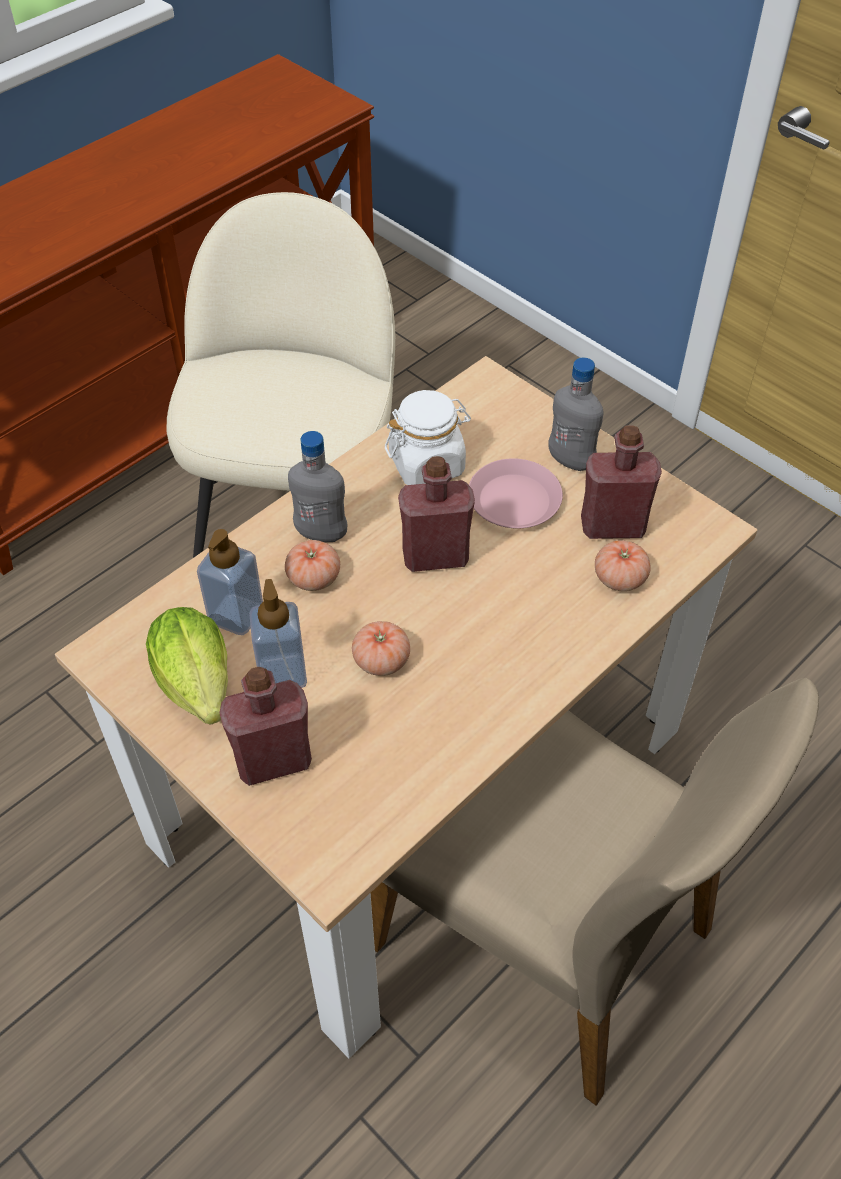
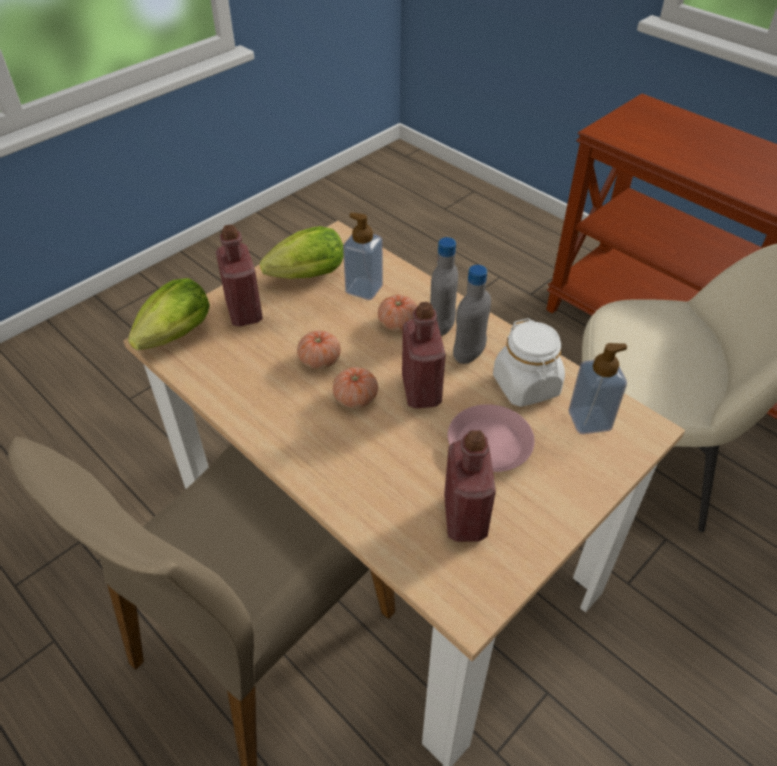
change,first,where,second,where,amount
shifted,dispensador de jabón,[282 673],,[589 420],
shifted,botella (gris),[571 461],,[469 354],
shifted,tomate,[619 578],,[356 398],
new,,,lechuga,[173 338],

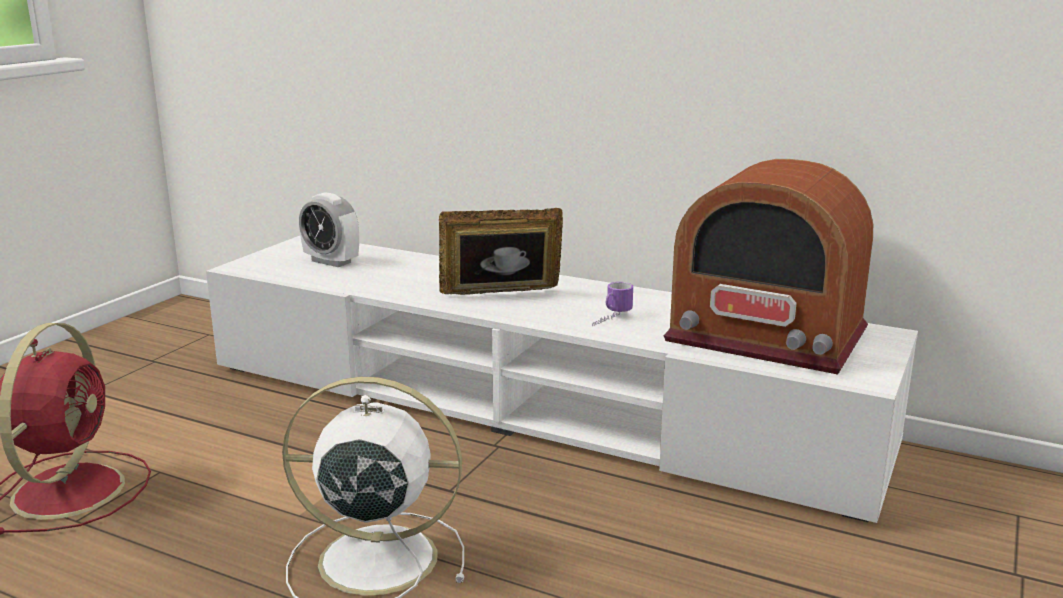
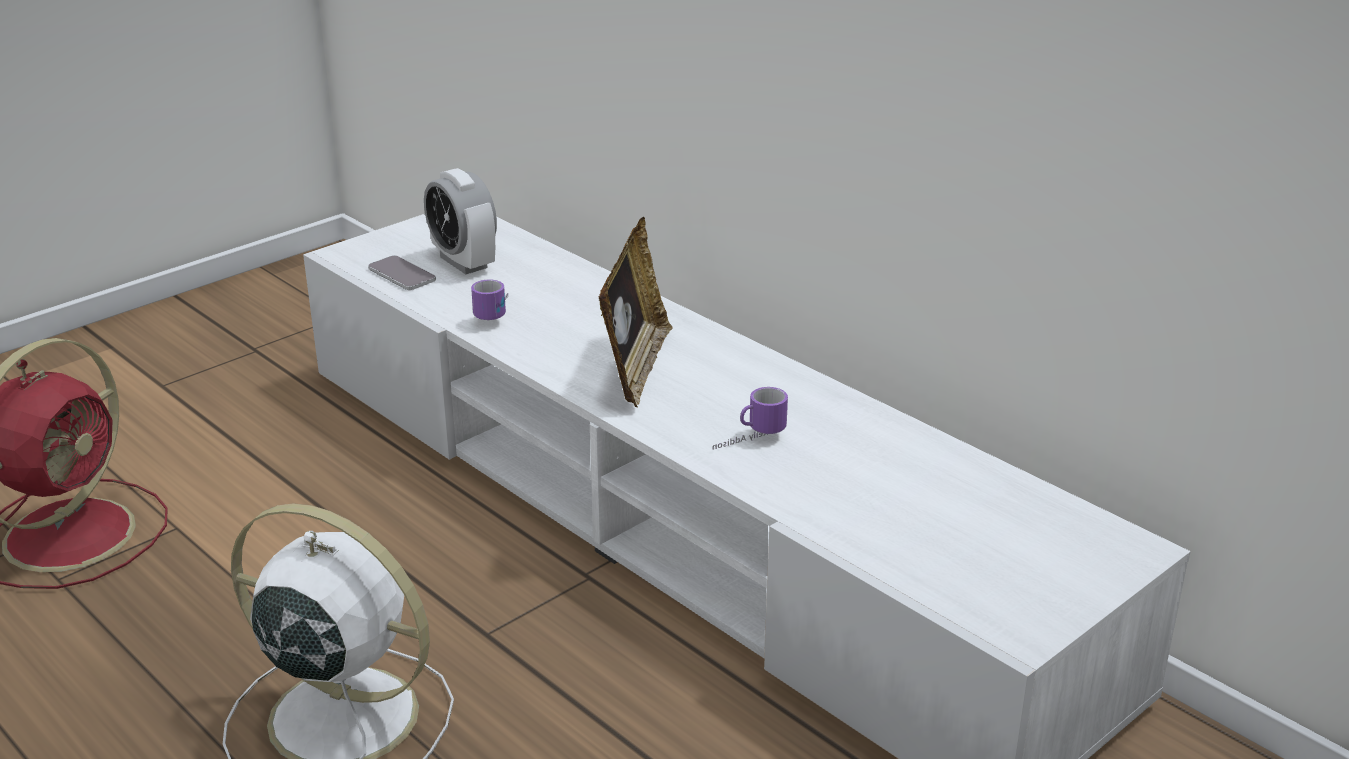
change,first,where,second,where,amount
rotated,portarretratos,[501 296],,[635 368],90 degrees clockwise
gone,radio,[766 336],,,
new,,,móvil,[402 274],
new,,,taza grande,[497 313],

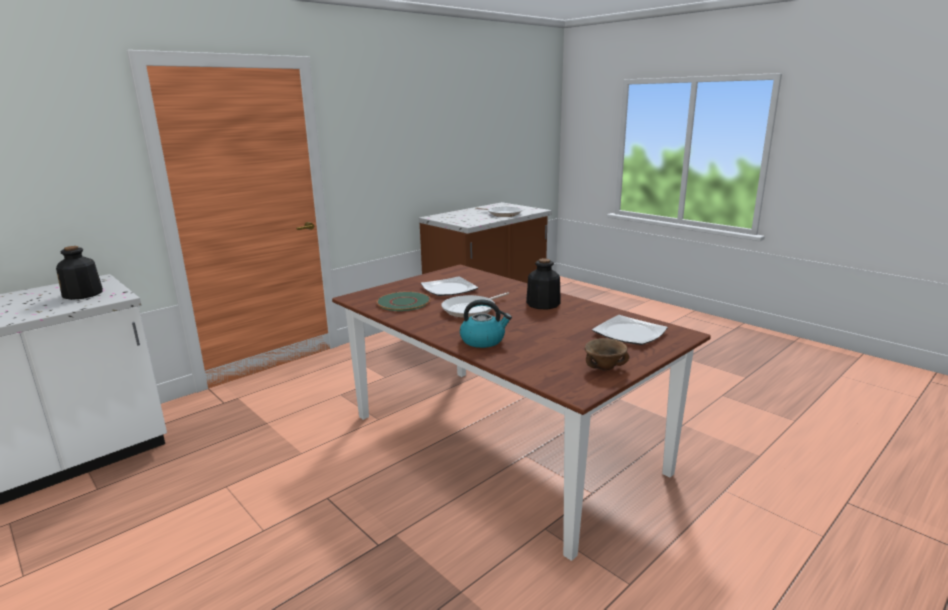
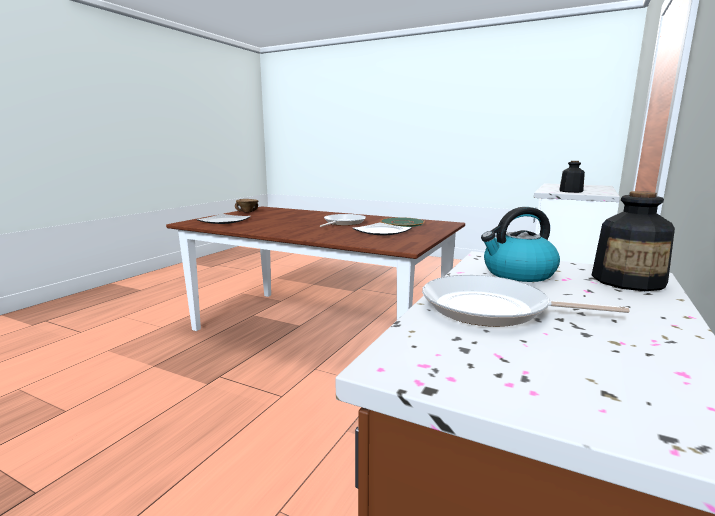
change,first,where,second,where,amount
shifted,hervidor,[483 340],,[518 274],
shifted,botella,[542 304],,[628 281],

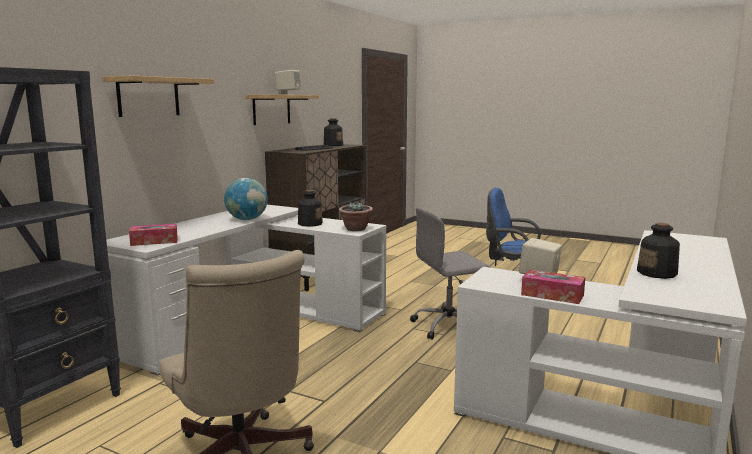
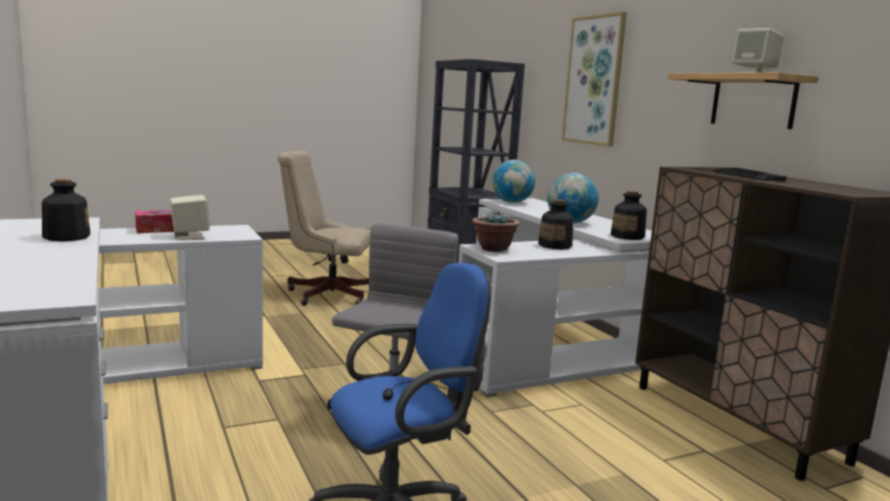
change,first,where,second,where,amount
swapped,estante,[148 97],cuadro,[594 80],
swapped,caja de pañuelos,[154 241],globo terráqueo,[512 202],
shifted,botella,[333 145],,[627 236],

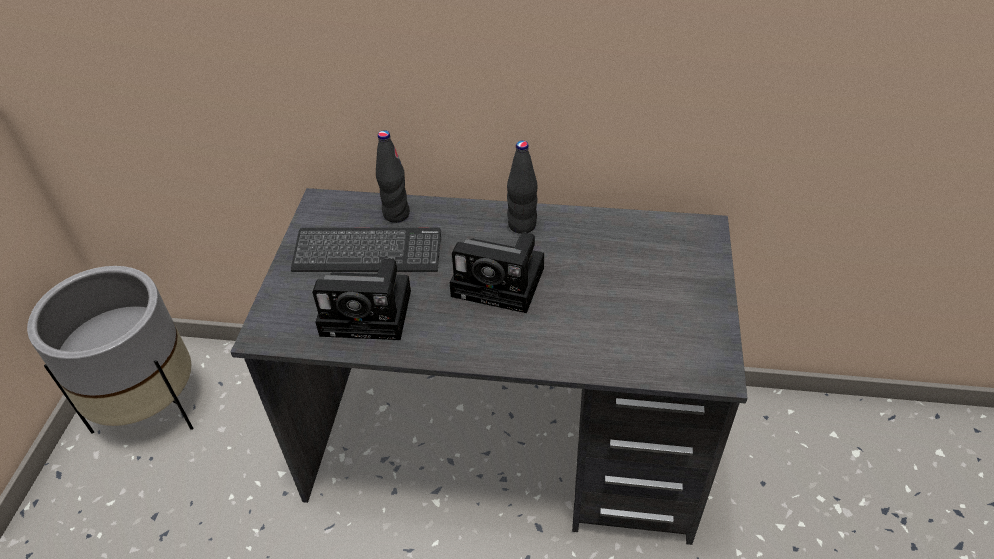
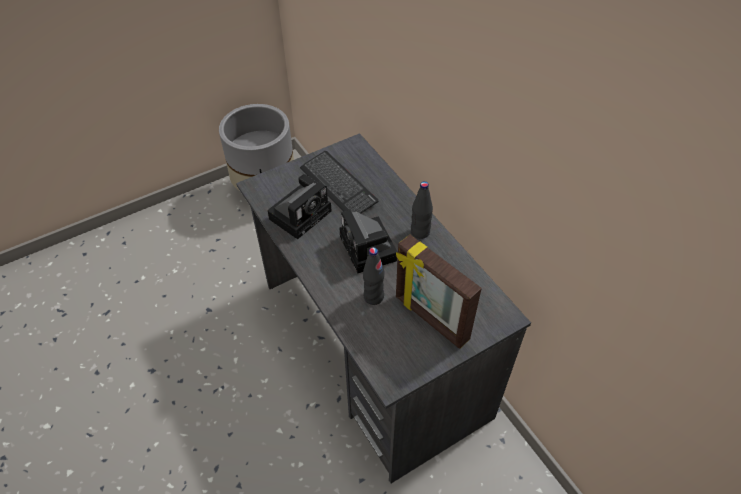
change,first,where,second,where,amount
rotated,cámara,[370 312],,[301 213],105 degrees counterclockwise
shifted,botella (negro),[396 214],,[373 297],
new,,,portarretratos,[430 319],

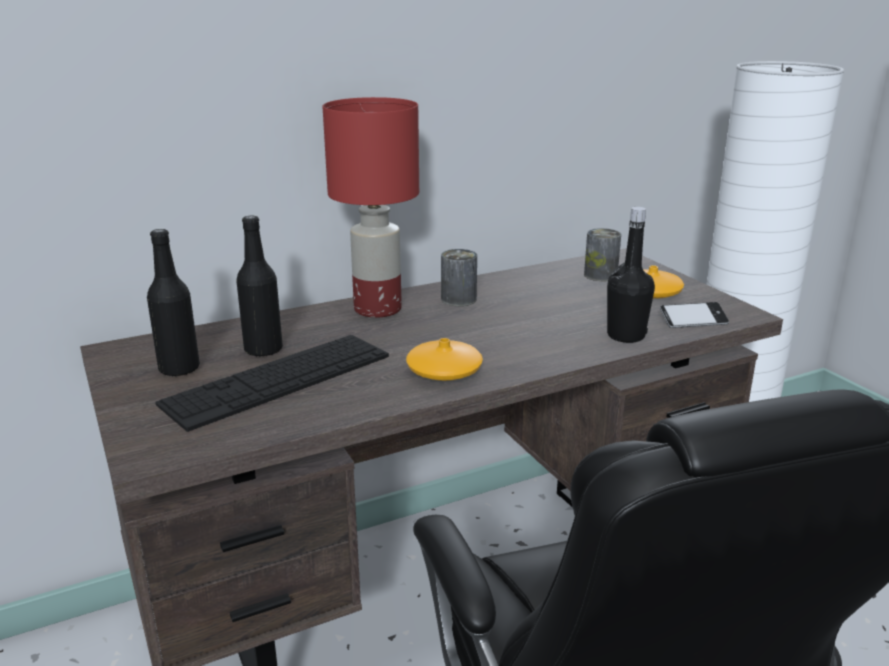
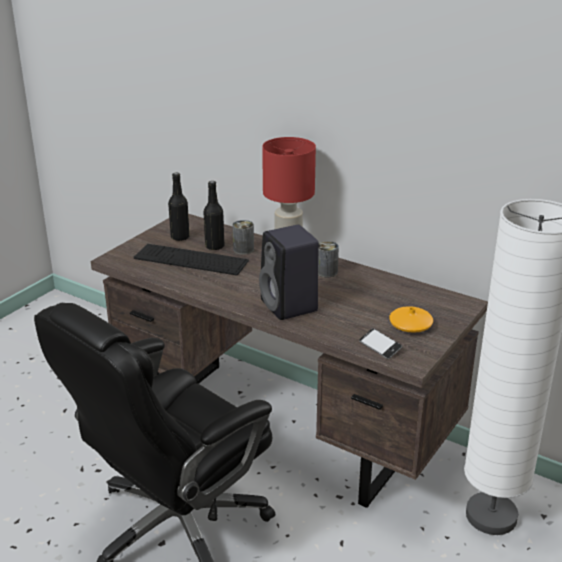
change,first,where,second,where,amount
gone,florero (naranja),[444 371],,,
shifted,lata,[600 275],,[243 249],
gone,botella (negro),[625 336],,,
new,,,altavoz (negro),[290 306],

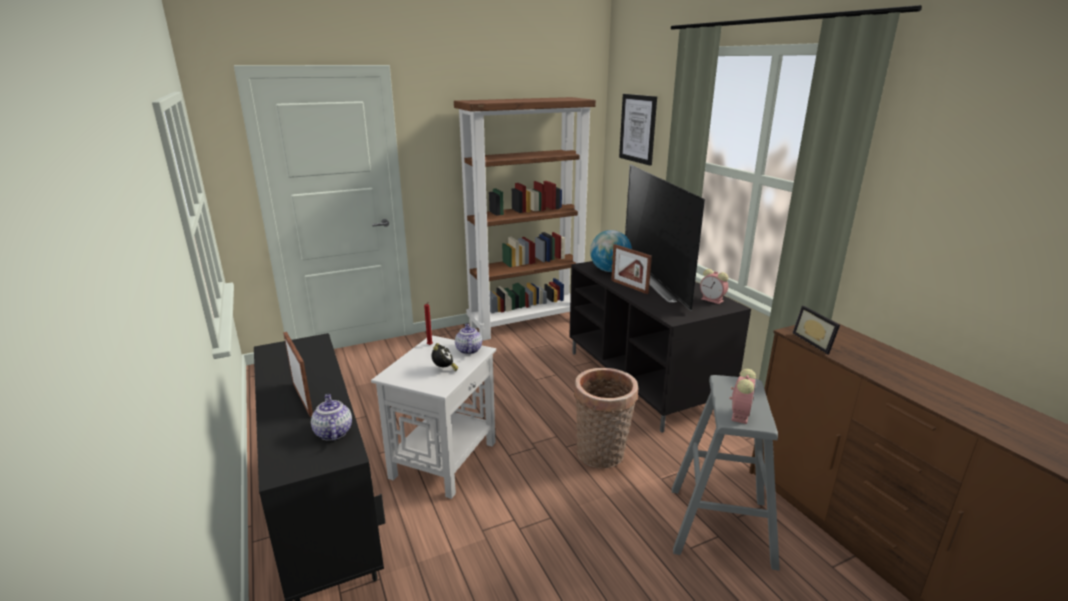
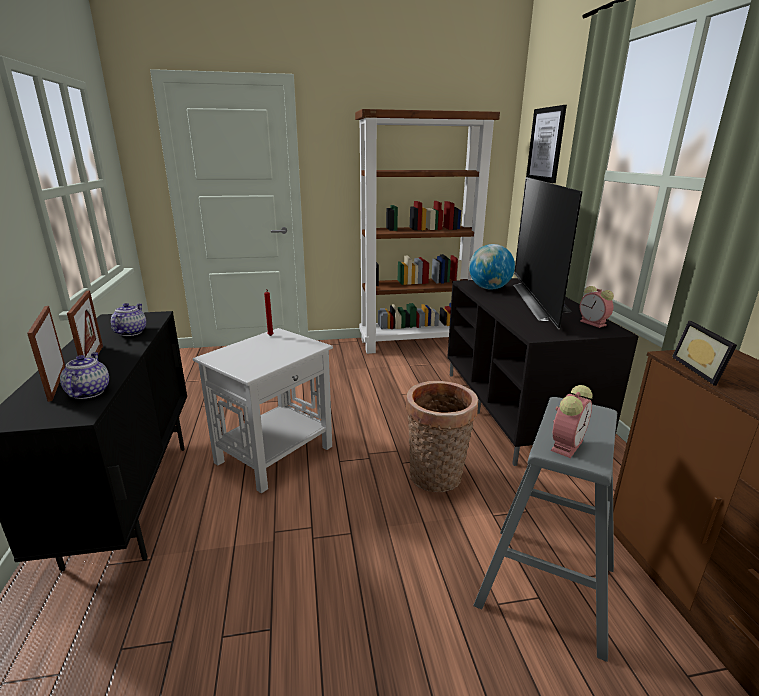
change,first,where,second,where,amount
gone,despertador,[444 369],,,
shifted,tetera,[468 350],,[131 332],
shifted,portarretratos,[629 287],,[57 382],

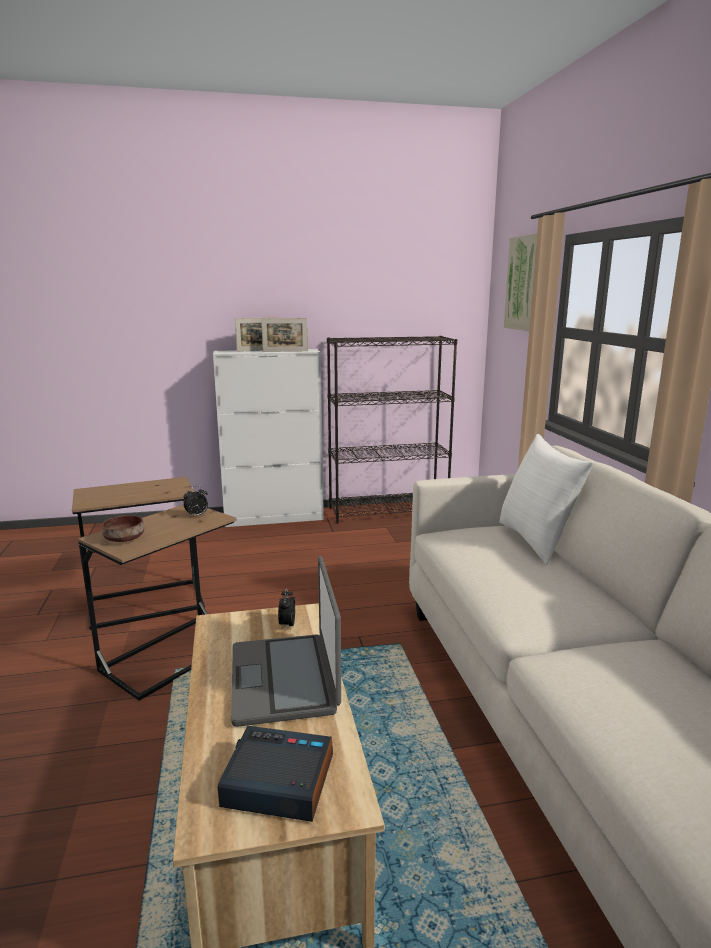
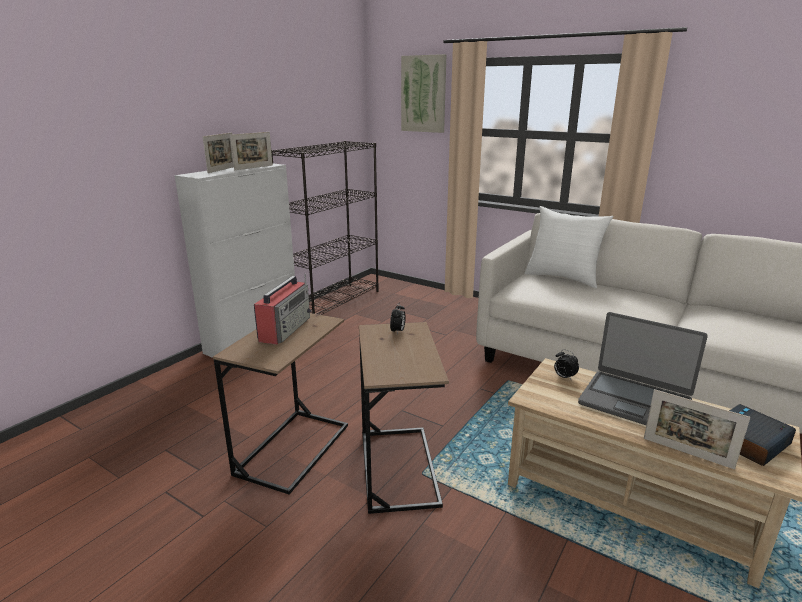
change,first,where,second,where,amount
gone,cuenco (marrón),[124 539],,,
new,,,radio,[285 328],
new,,,portarretratos,[687 453],

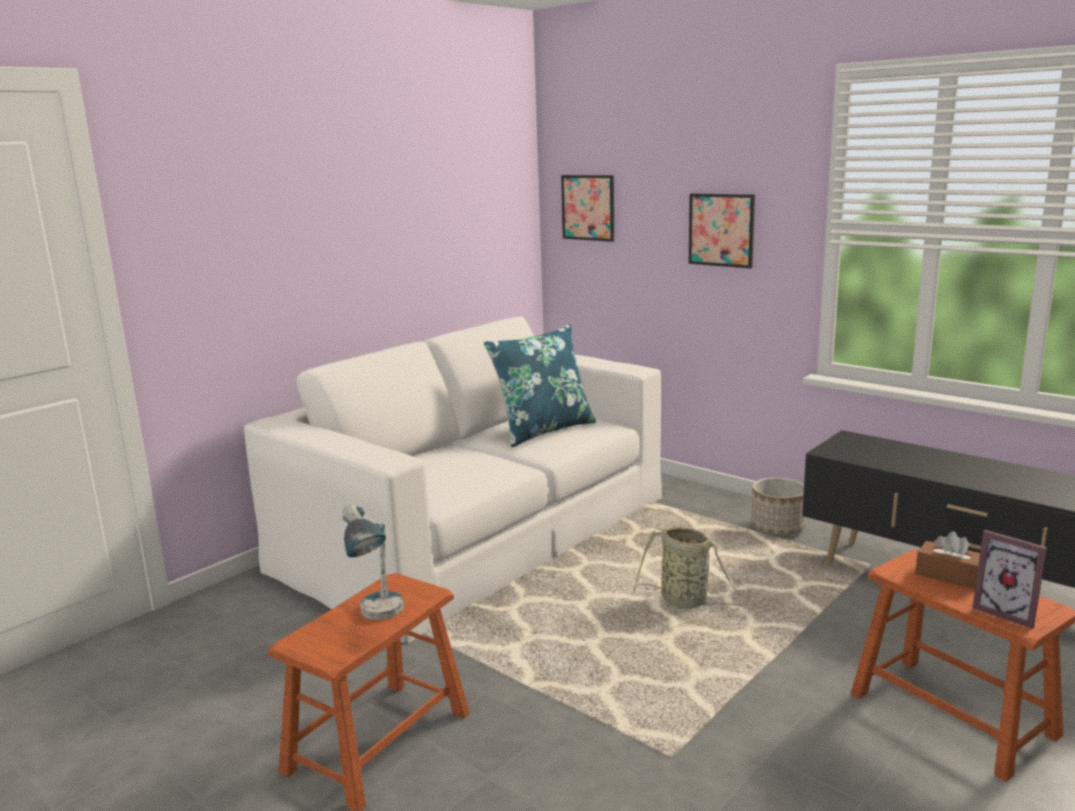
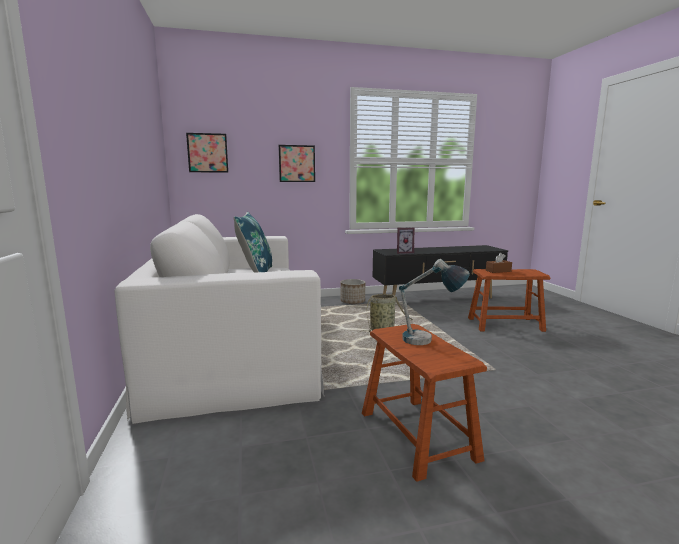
change,first,where,second,where,amount
shifted,portarretratos,[1008 612],,[404 252],

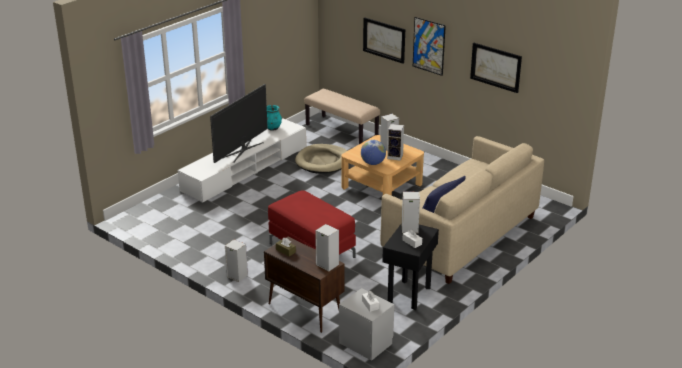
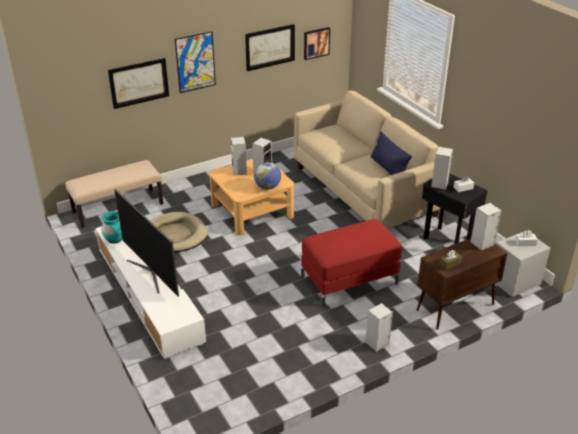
change,first,where,second,where,amount
new,,,cuadro,[316 43],

